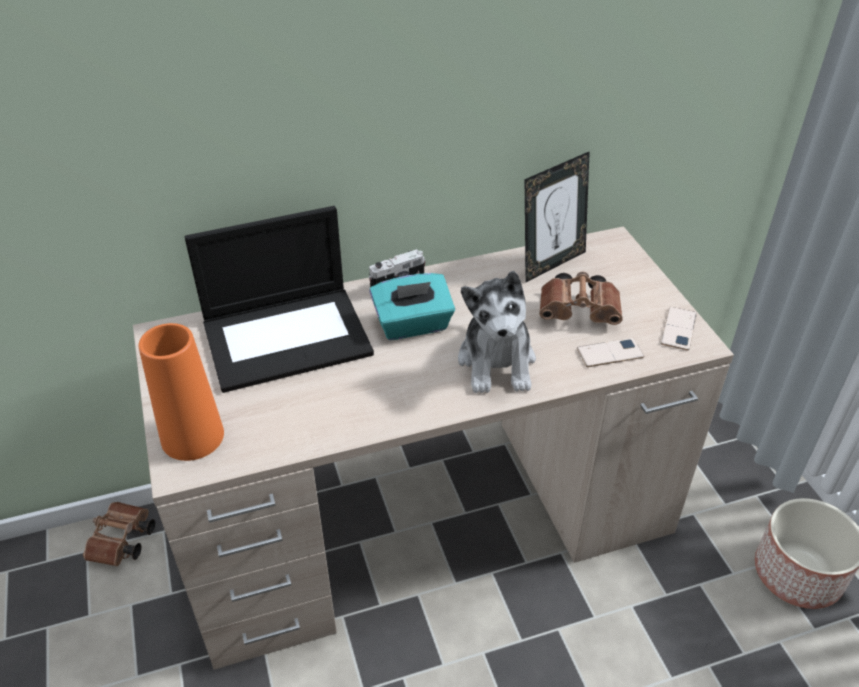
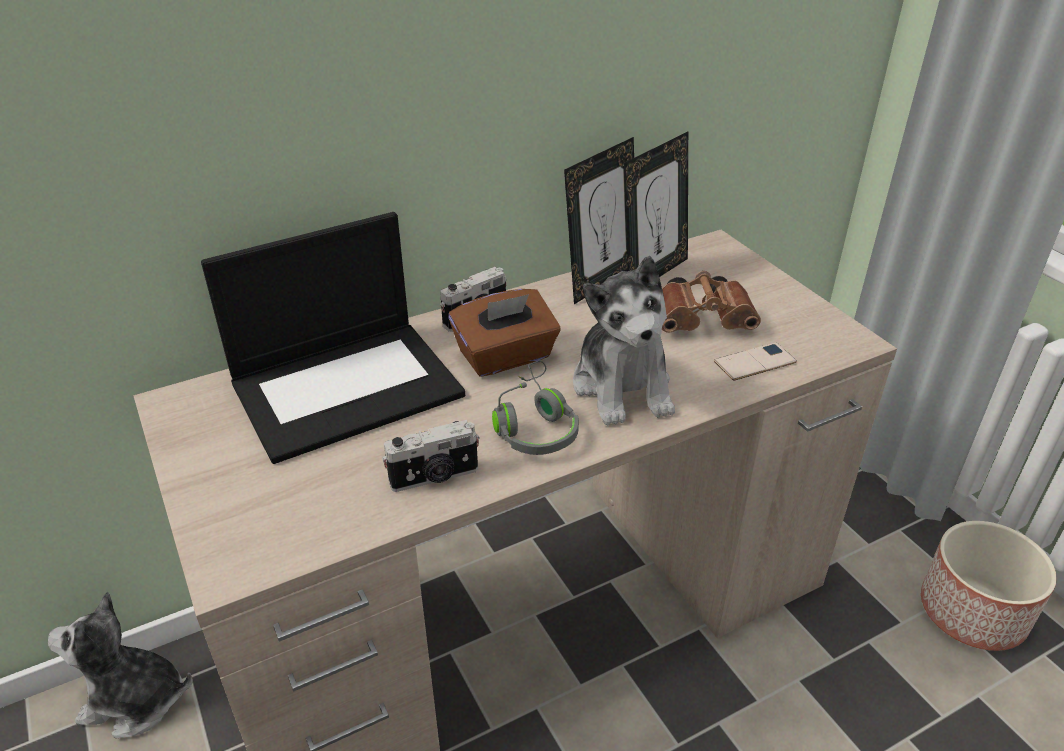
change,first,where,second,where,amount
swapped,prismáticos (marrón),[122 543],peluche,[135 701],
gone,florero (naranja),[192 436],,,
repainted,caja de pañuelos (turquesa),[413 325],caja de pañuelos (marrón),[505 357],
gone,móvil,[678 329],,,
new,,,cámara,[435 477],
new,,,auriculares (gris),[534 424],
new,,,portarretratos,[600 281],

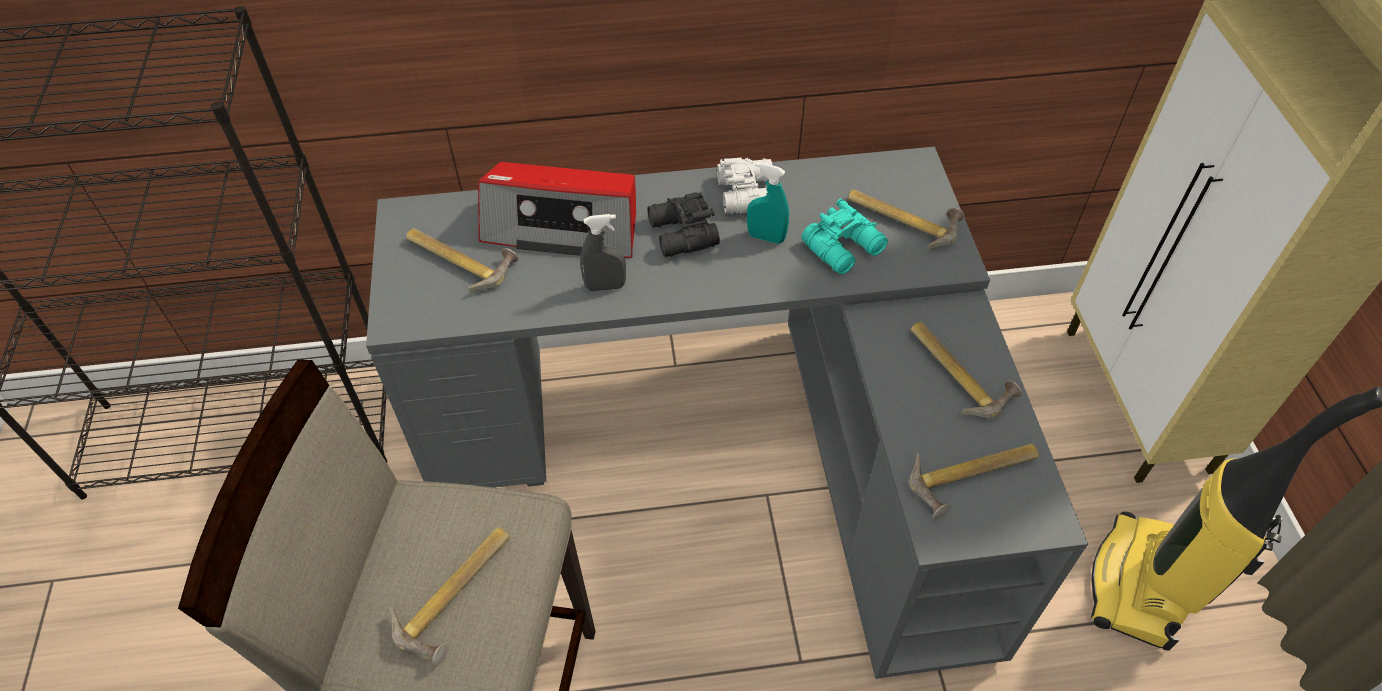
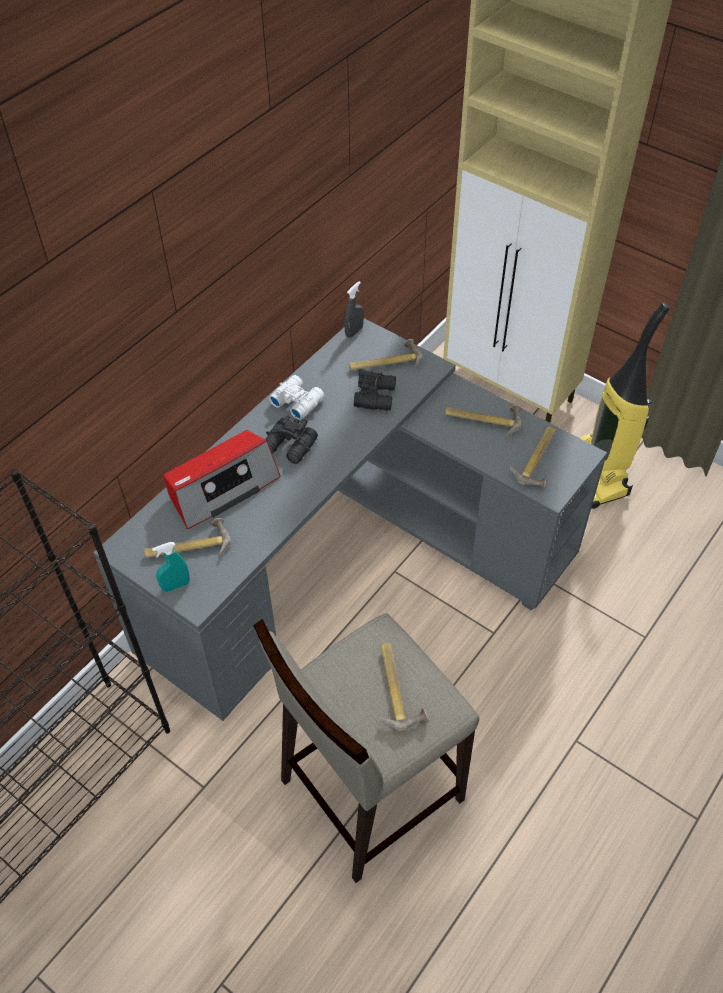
change,first,where,second,where,amount
shifted,pulverizador (gris),[605 286],,[354 332],
shifted,pulverizador (turquesa),[766 237],,[175 585],
repainted,prismáticos (turquesa),[845 248],prismáticos (negro),[376 396],

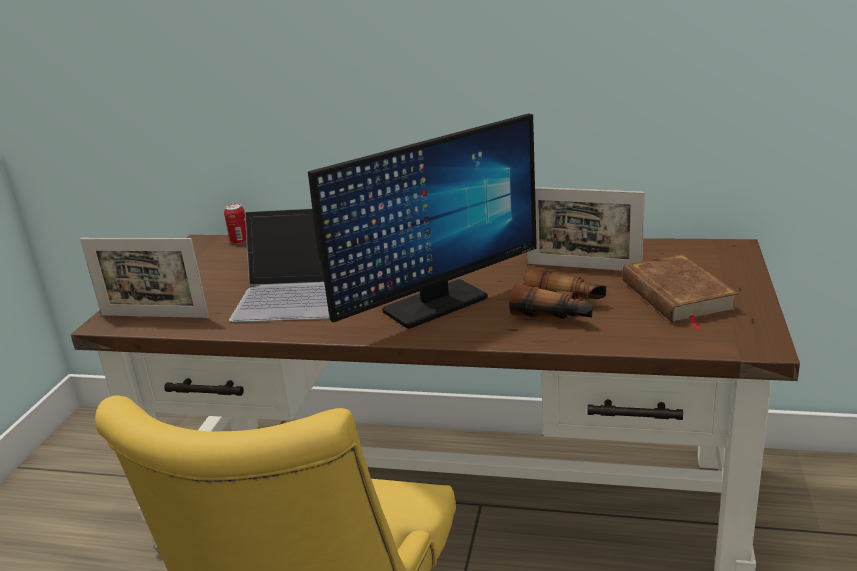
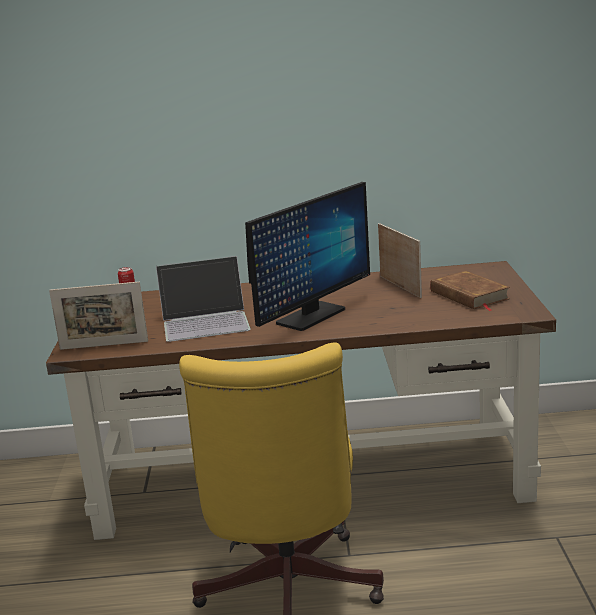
change,first,where,second,where,amount
gone,prismáticos,[560 310],,,
rotated,portarretratos,[583 267],,[400 286],120 degrees counterclockwise

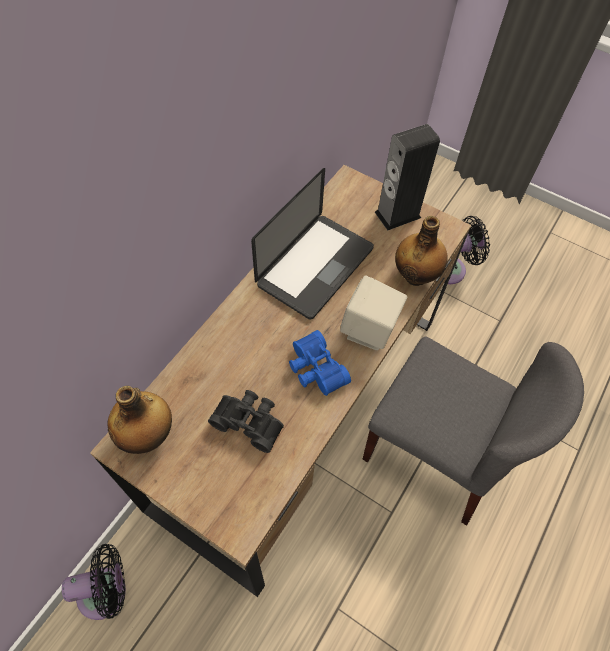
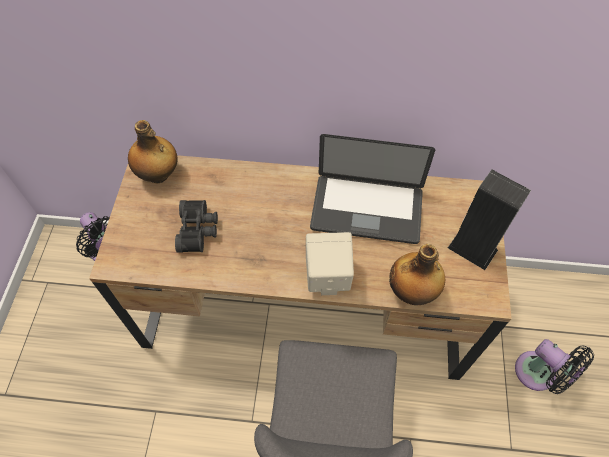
change,first,where,second,where,amount
gone,prismáticos (azul),[314 369],,,

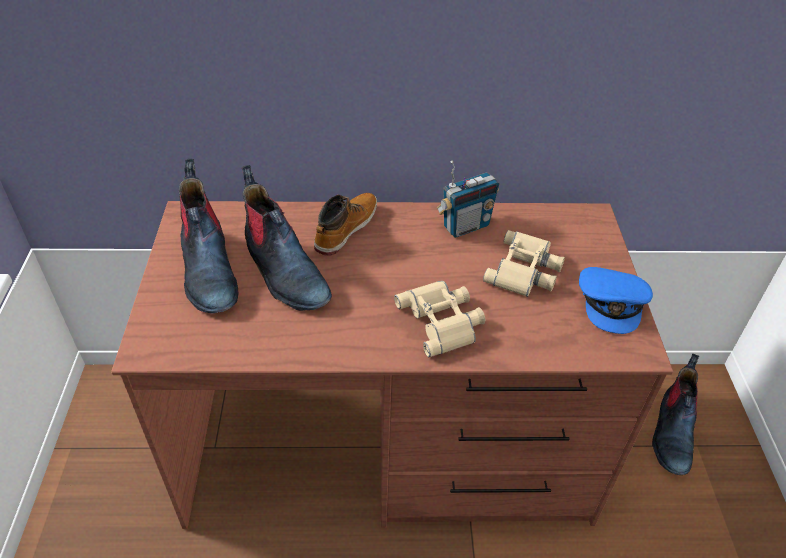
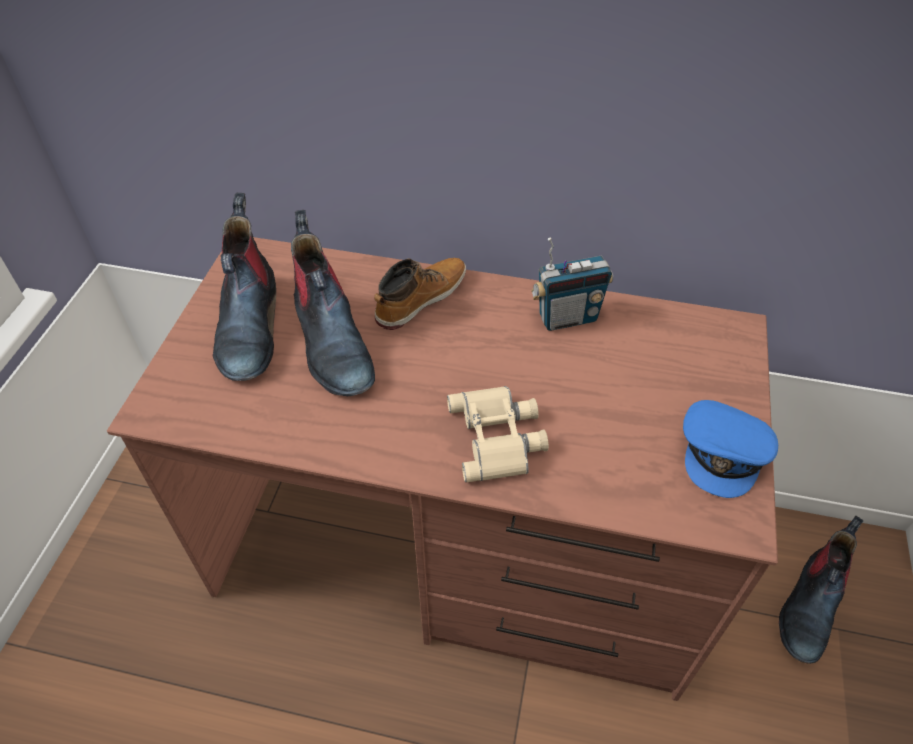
change,first,where,second,where,amount
gone,prismáticos (beis),[525 270],,,

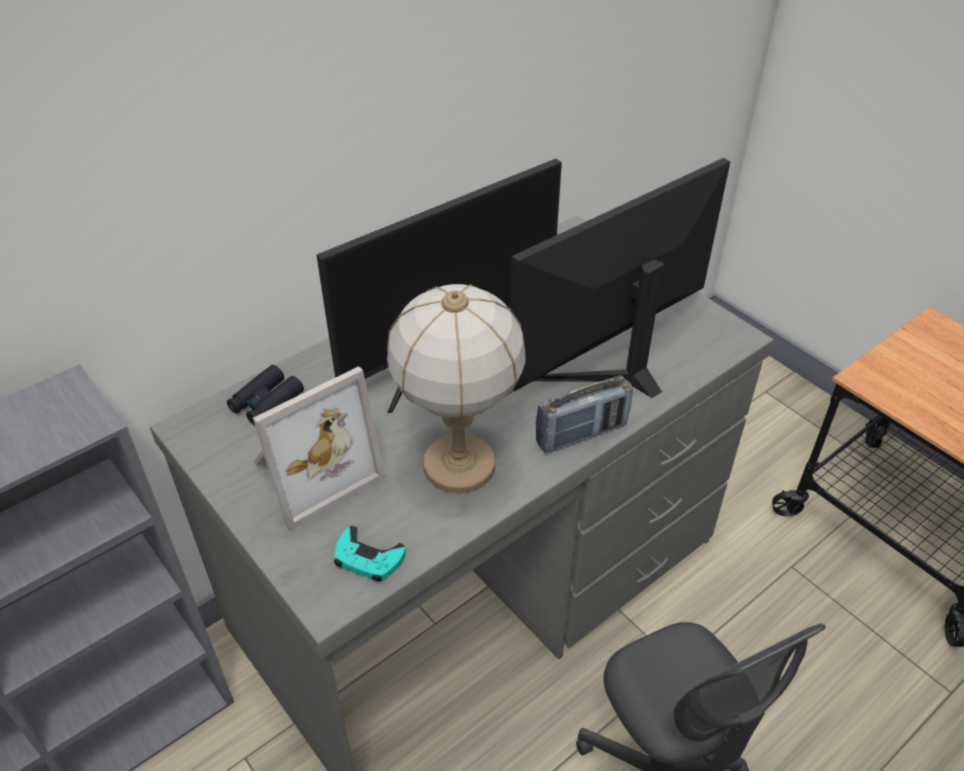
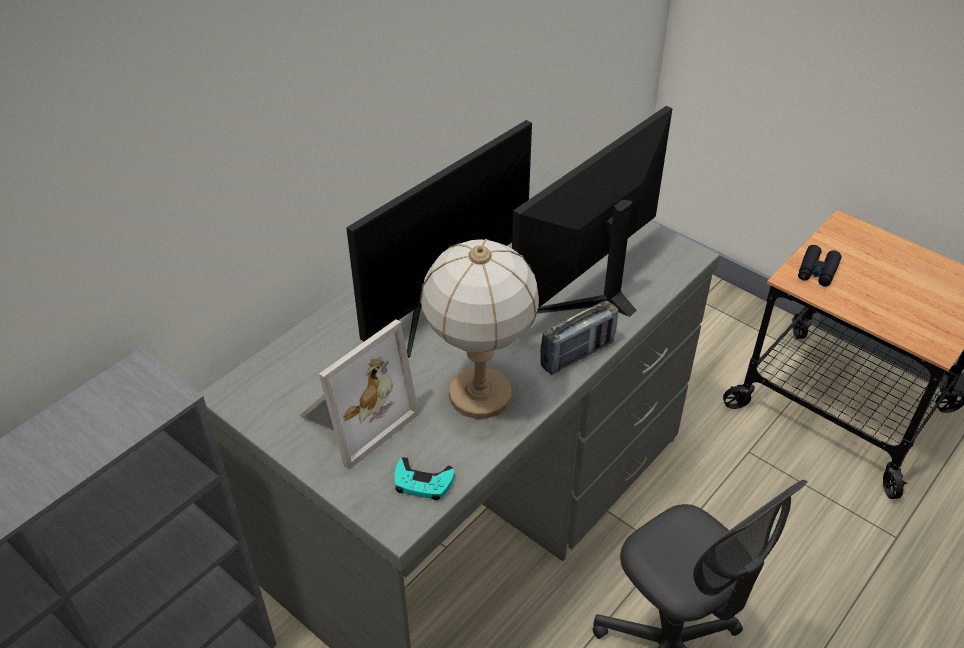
change,first,where,second,where,amount
shifted,prismáticos (negro),[266 402],,[817 271],

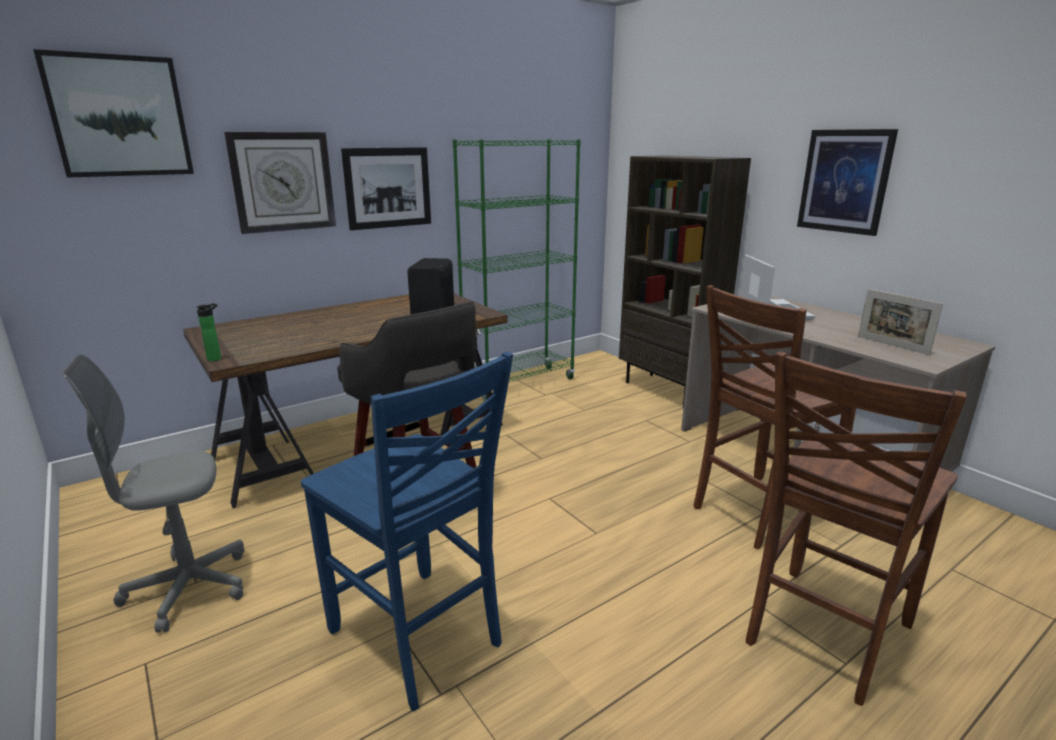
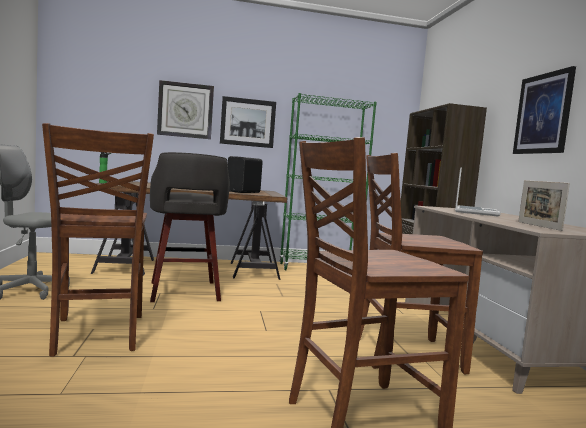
change,first,where,second,where,amount
gone,cuadro,[119 116],,,
repainted,silla (azul),[418 638],silla (marrón),[97 335],

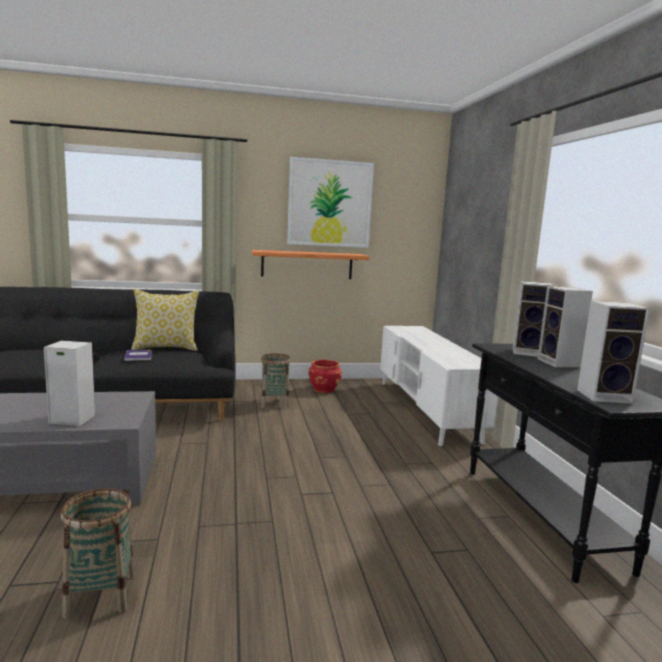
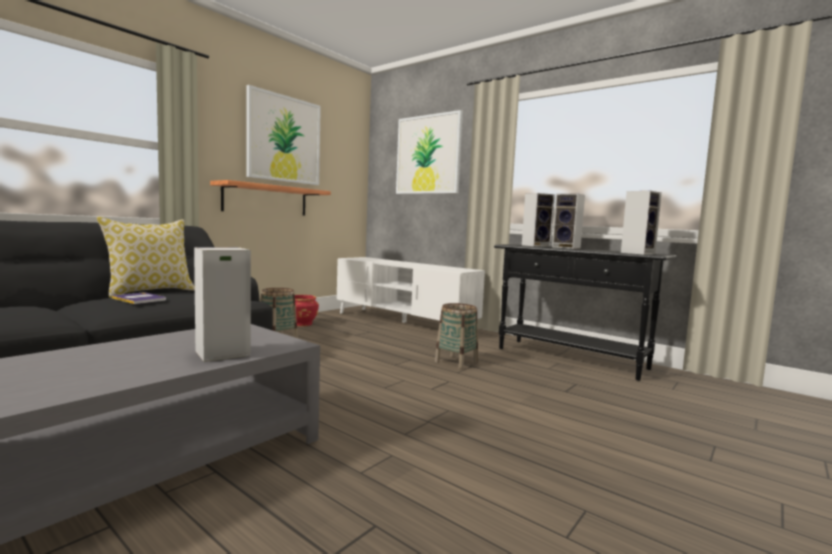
change,first,where,second,where,amount
shifted,cesta,[100 595],,[456 362],
new,,,cuadro,[428 155],

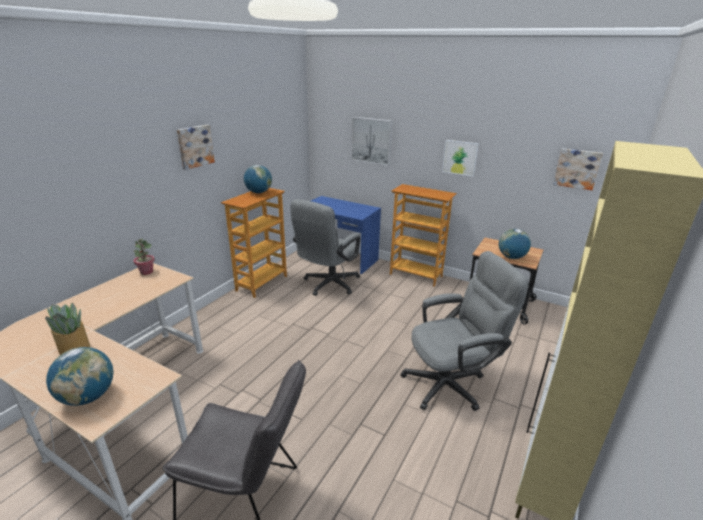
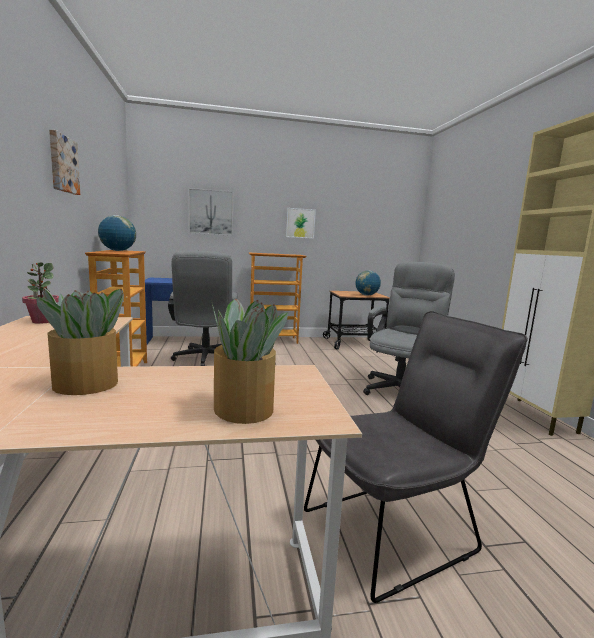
change,first,where,second,where,amount
swapped,globo terráqueo,[88 397],planta en maceta,[243 408],
gone,cuadro,[577 168],,,

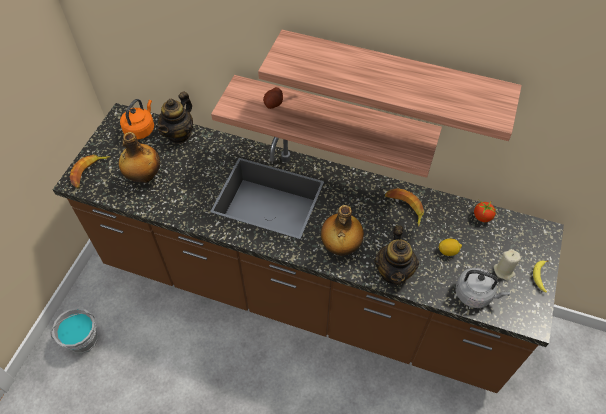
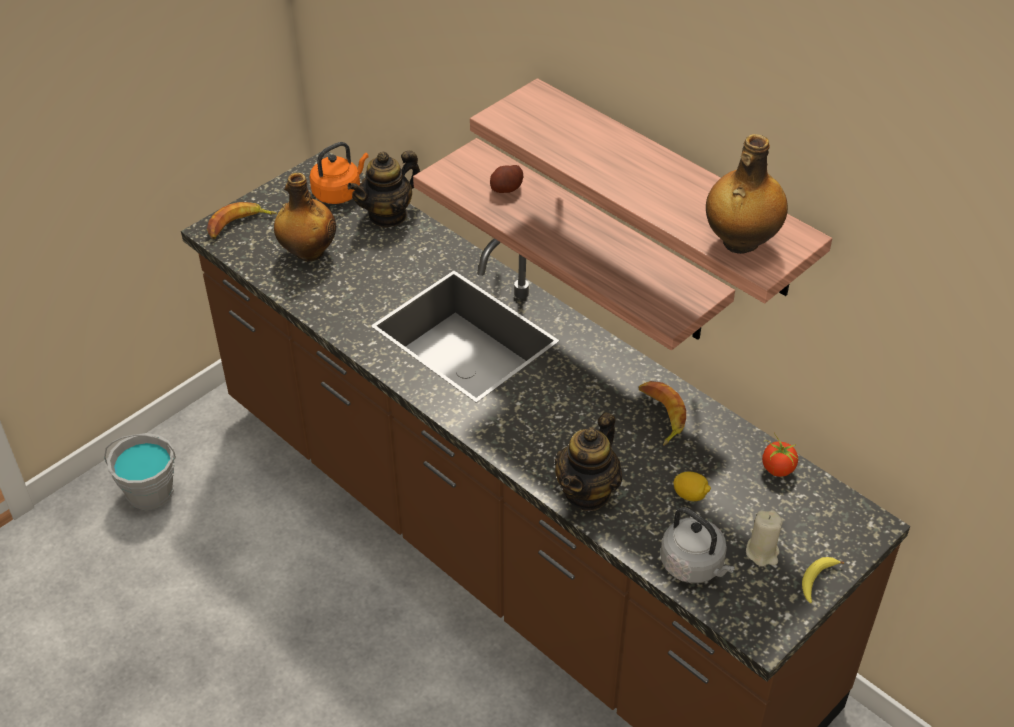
change,first,where,second,where,amount
shifted,botella,[340 246],,[739 243],

